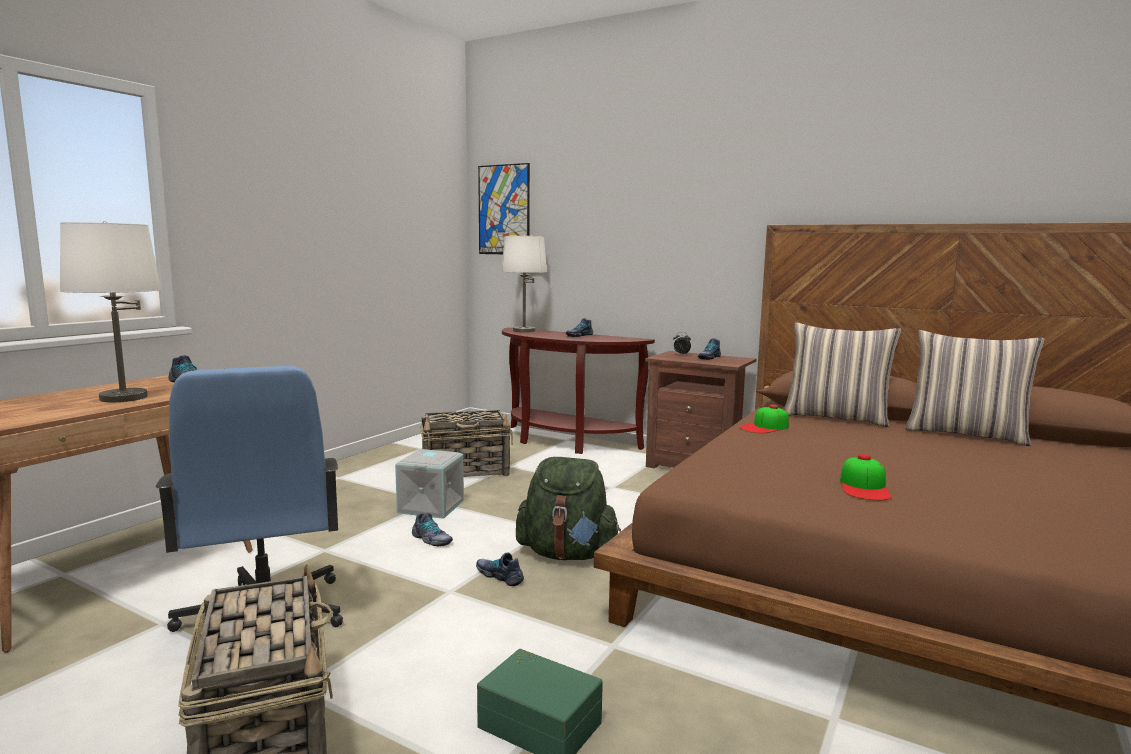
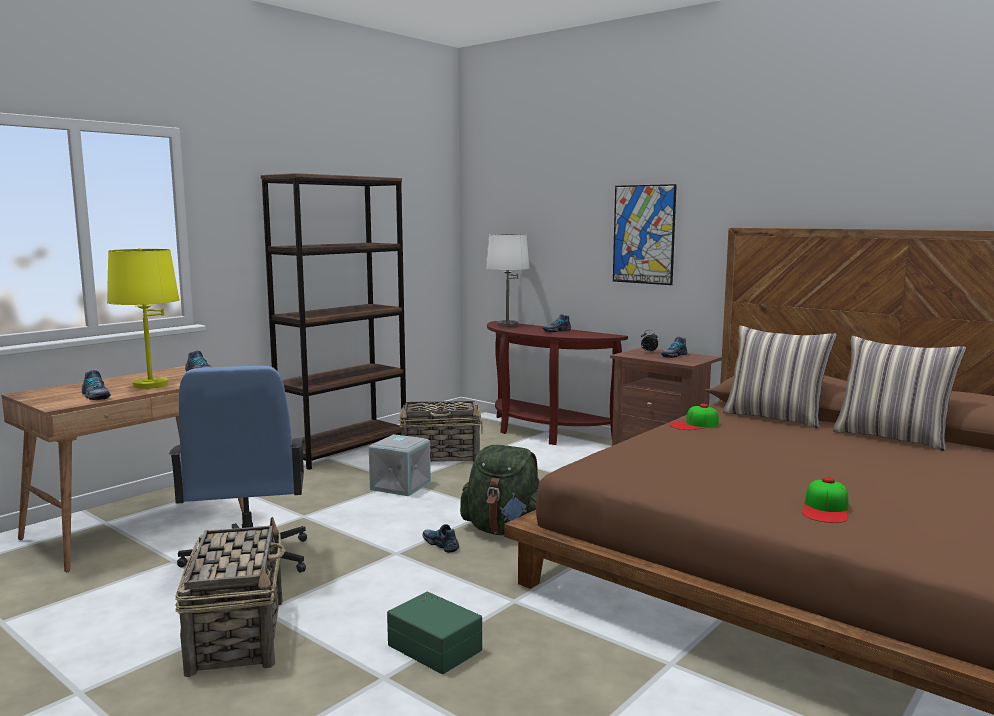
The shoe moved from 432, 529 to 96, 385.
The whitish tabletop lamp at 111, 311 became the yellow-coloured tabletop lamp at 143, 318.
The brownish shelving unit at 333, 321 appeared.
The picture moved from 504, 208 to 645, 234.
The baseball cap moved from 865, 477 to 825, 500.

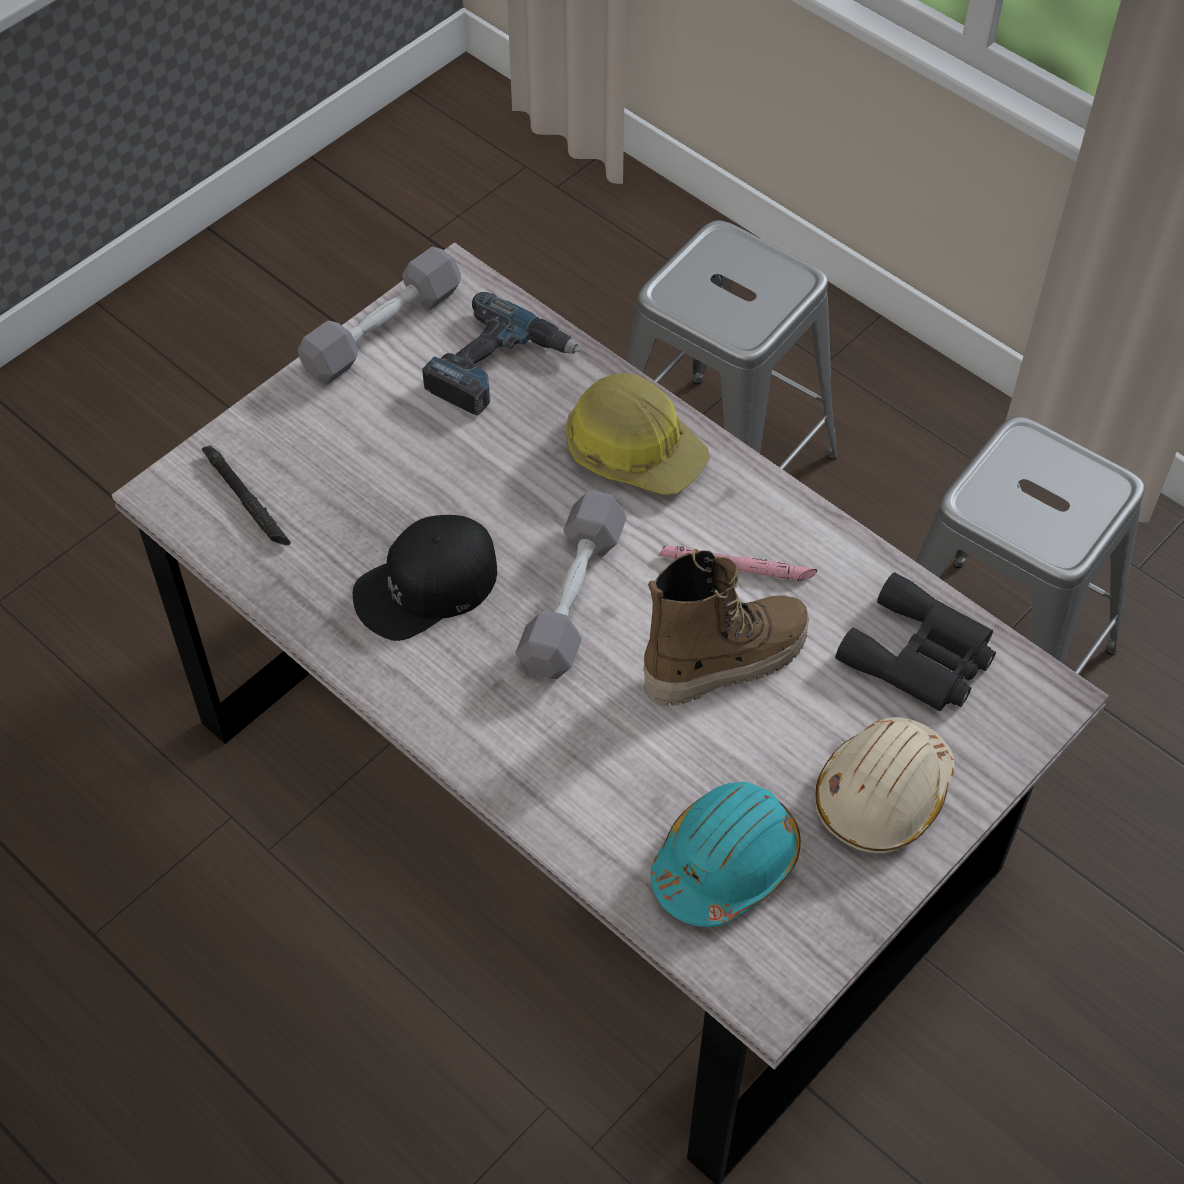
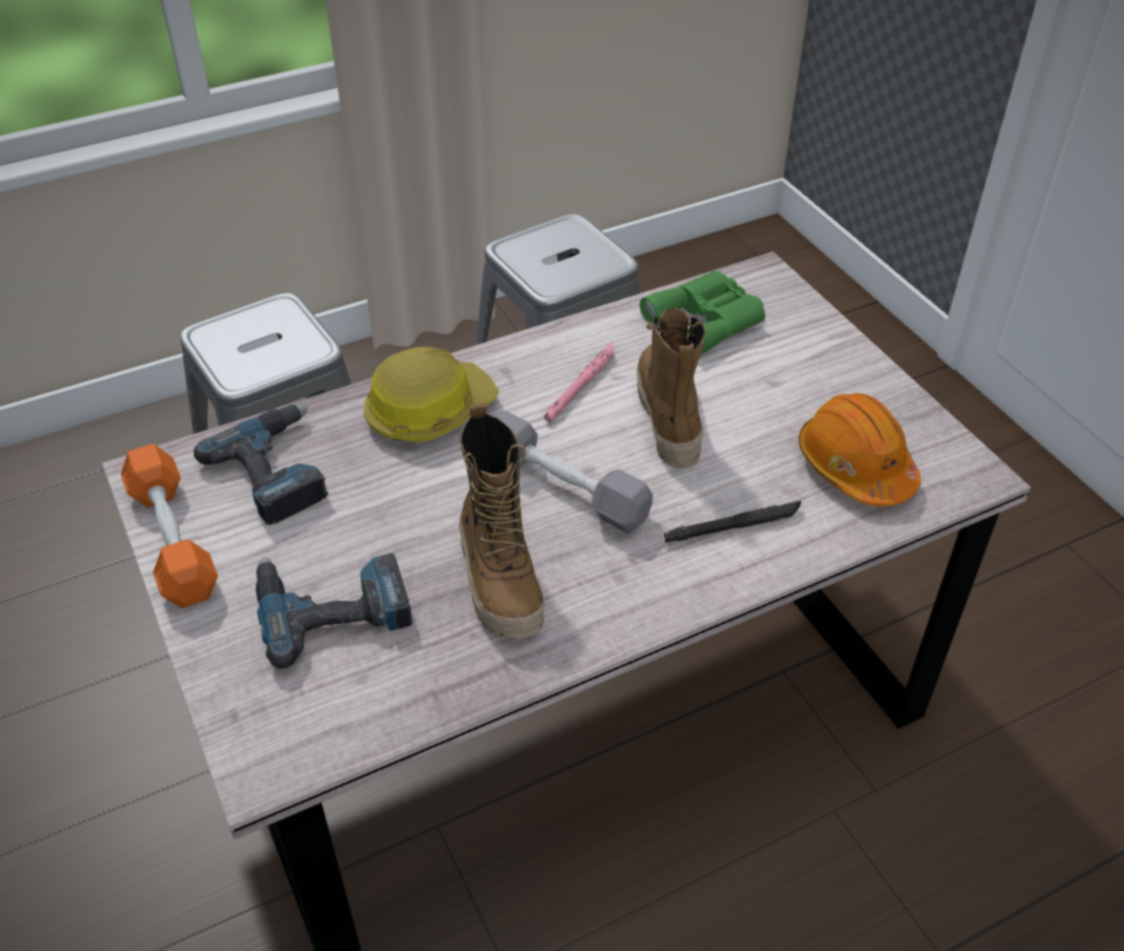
The gray hand weight at 379, 316 became the orange hand weight at 169, 526.
The drill at 334, 611 appeared.
The black-coloured baseball cap at 425, 578 was replaced by the boot at 501, 521.
The black-coloured binoculars at 916, 641 became the green binoculars at 702, 312.
The black-coloured flashlight moved from 246, 495 to 732, 522.
The blue-green hard hat at 725, 854 became the orange hard hat at 860, 449.
The beige hard hat at 885, 785 disappeared.

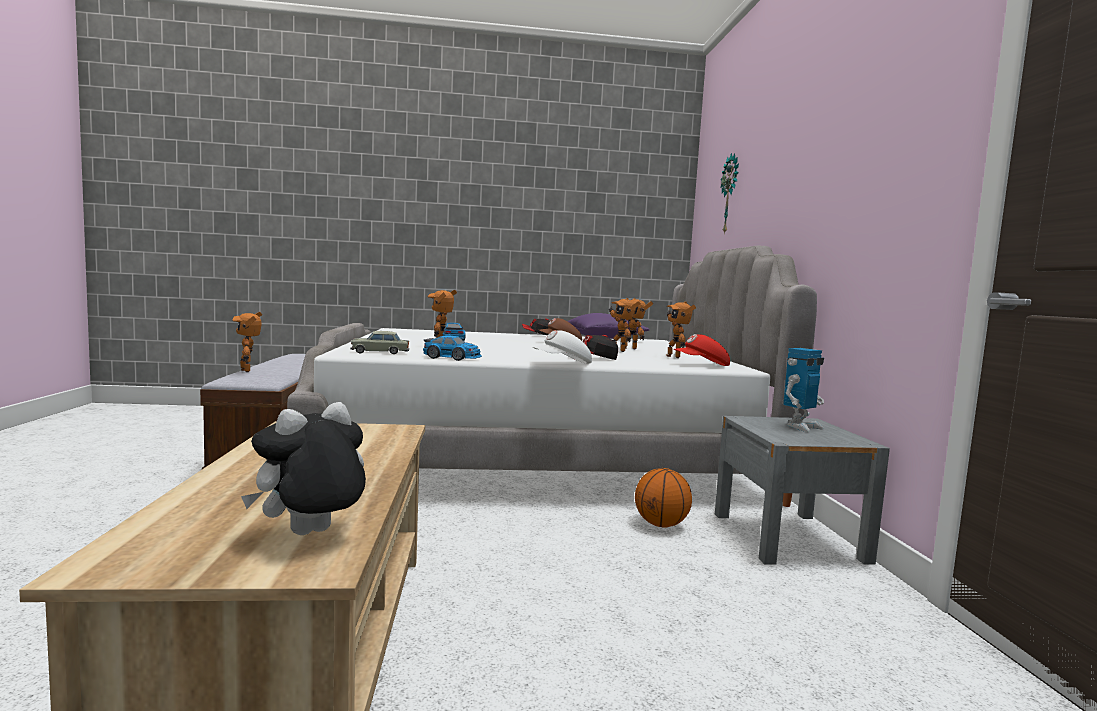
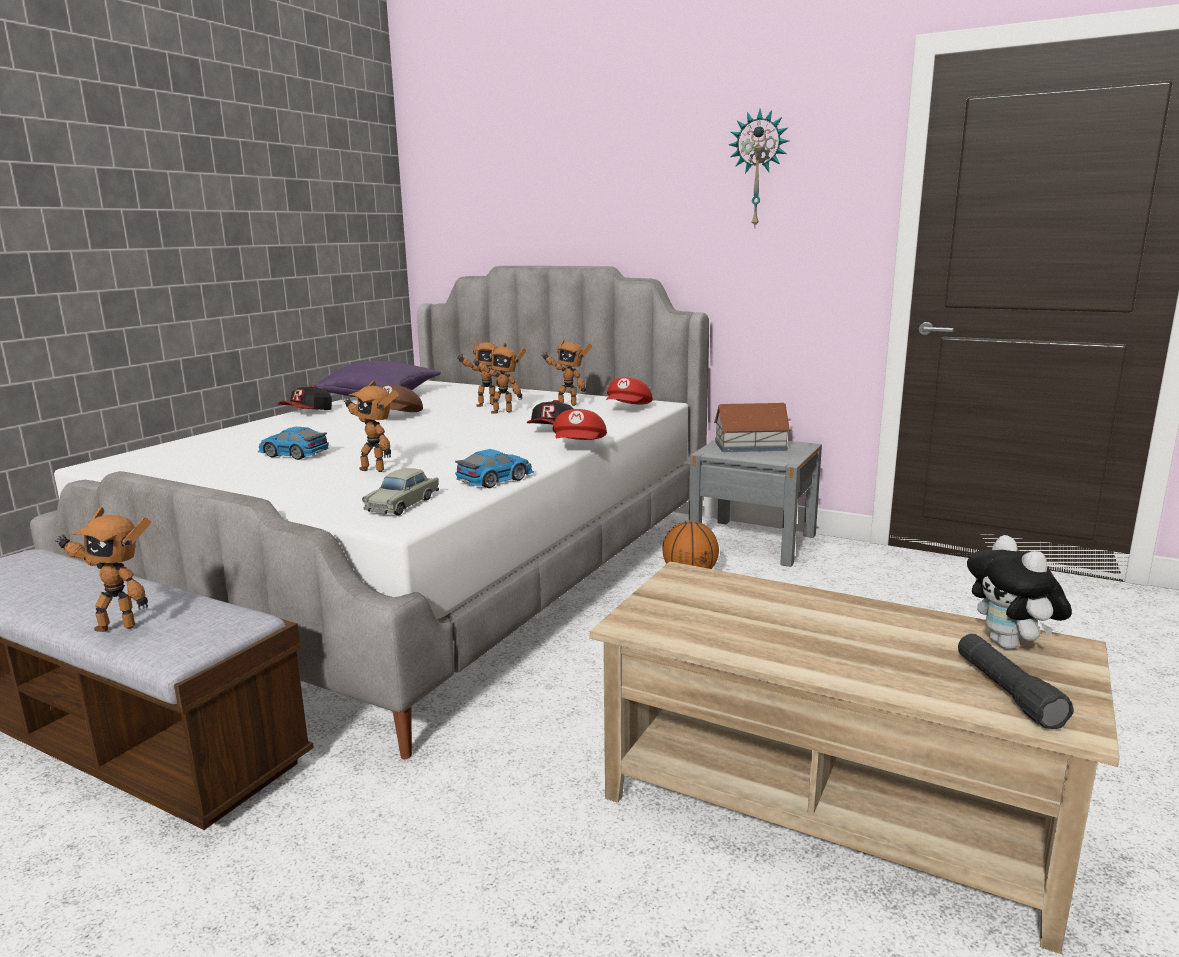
The whitish baseball cap at 562, 347 became the reddish baseball cap at 580, 424.
The model robot at 803, 390 was replaced by the toy house at 752, 427.
The wall clock moved from 730, 194 to 759, 169.
The black-coloured flashlight at 1016, 681 appeared.

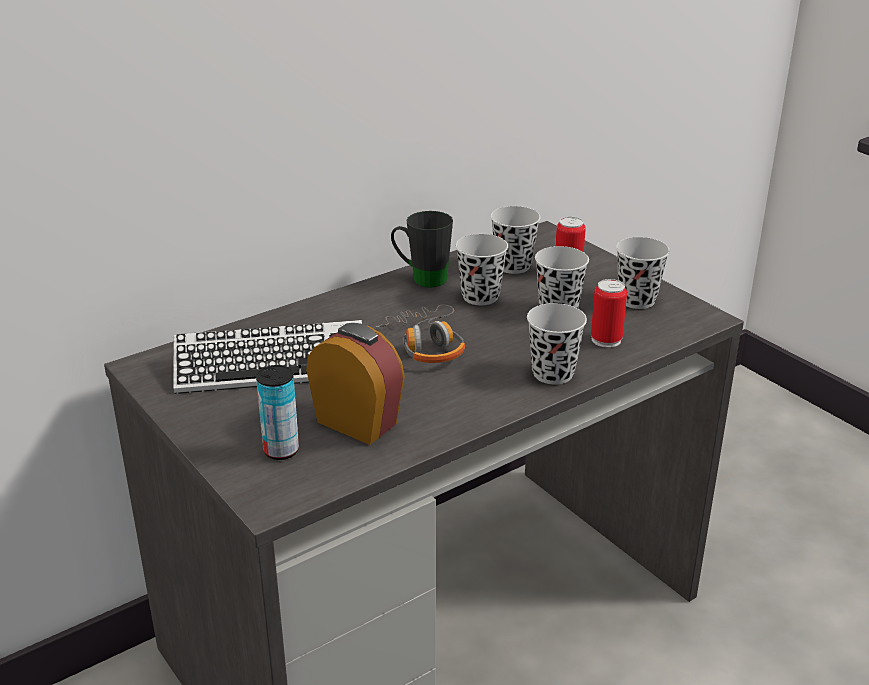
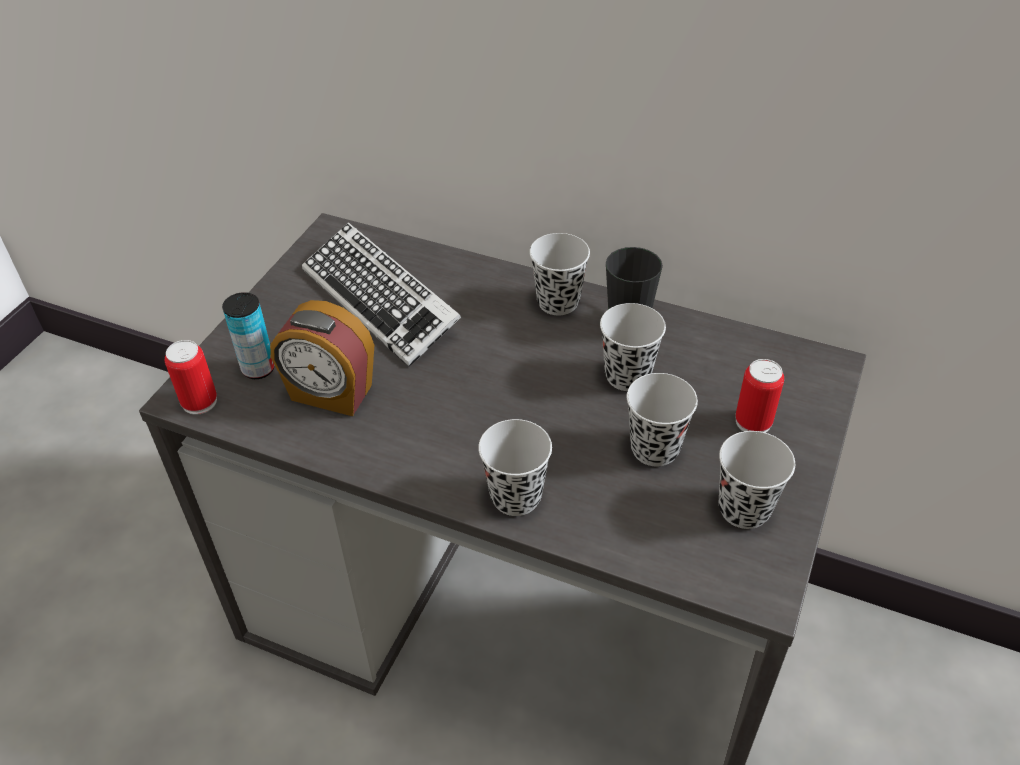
The can moved from 609, 313 to 191, 377.
The alarm clock at 355, 384 turned 105 degrees clockwise.
The black-coloured drinking cup moved from 515, 240 to 559, 274.
The headset at 420, 334 disappeared.

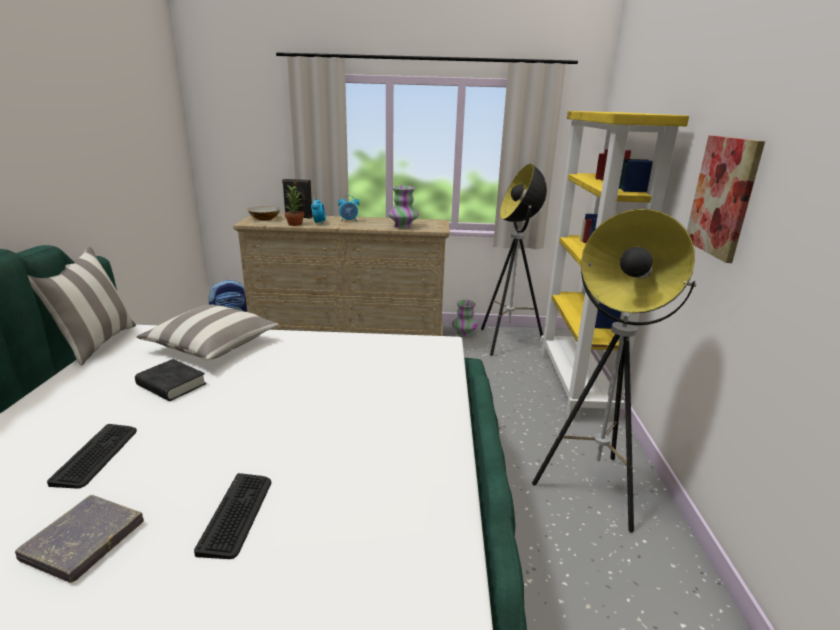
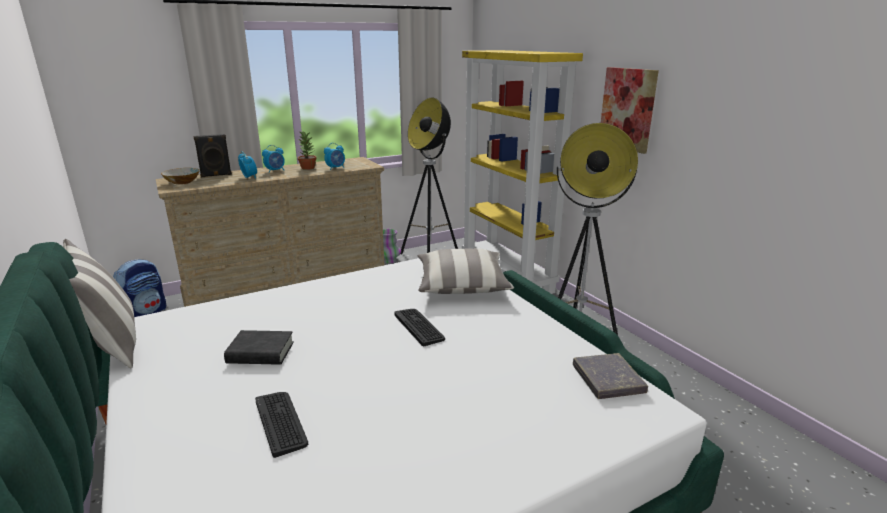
The plant in a pot moved from 295, 205 to 307, 150.
The flower vase at 403, 207 was replaced by the alarm clock at 334, 156.
The keyboard moved from 232, 516 to 420, 328.
The cushion moved from 207, 332 to 465, 271.
The gray volume moved from 79, 539 to 610, 376.

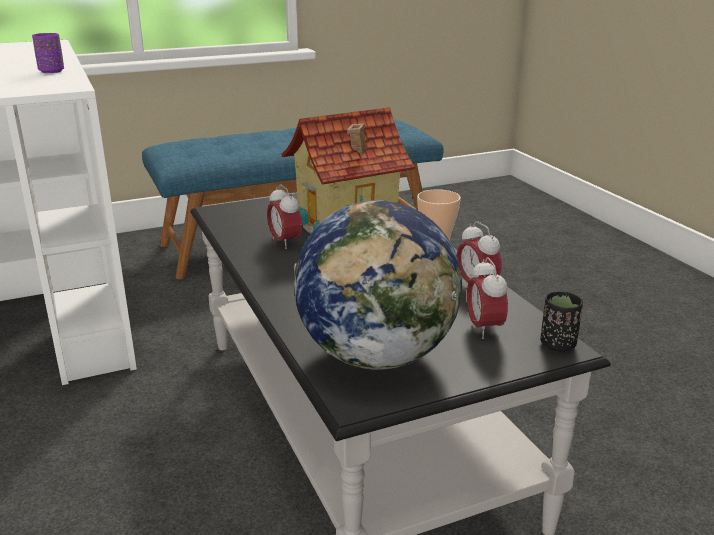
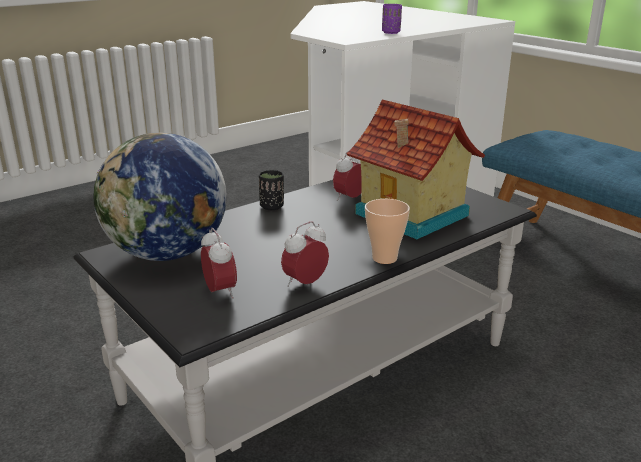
The alarm clock at 487, 298 turned 90 degrees clockwise.
The black-coloured drinking cup moved from 561, 321 to 271, 190.

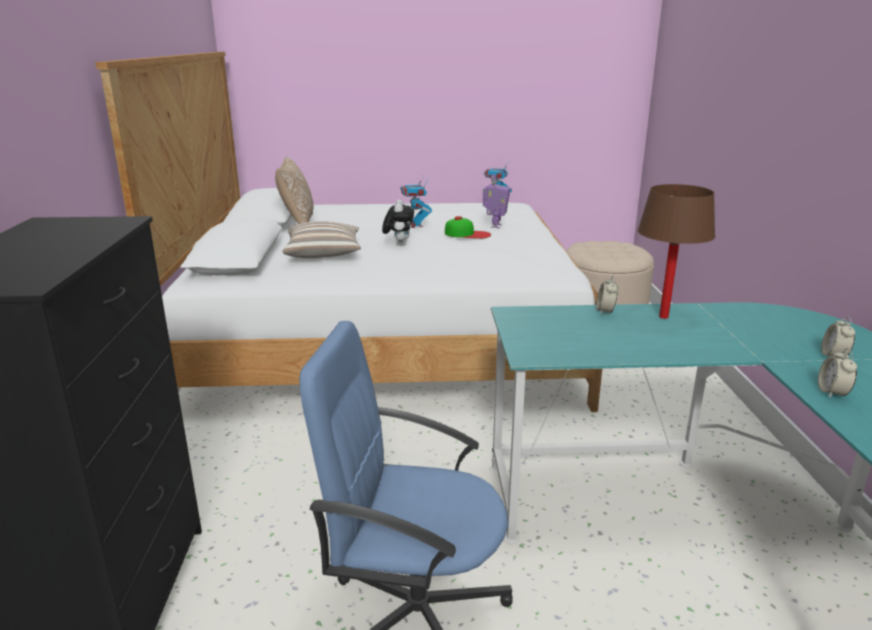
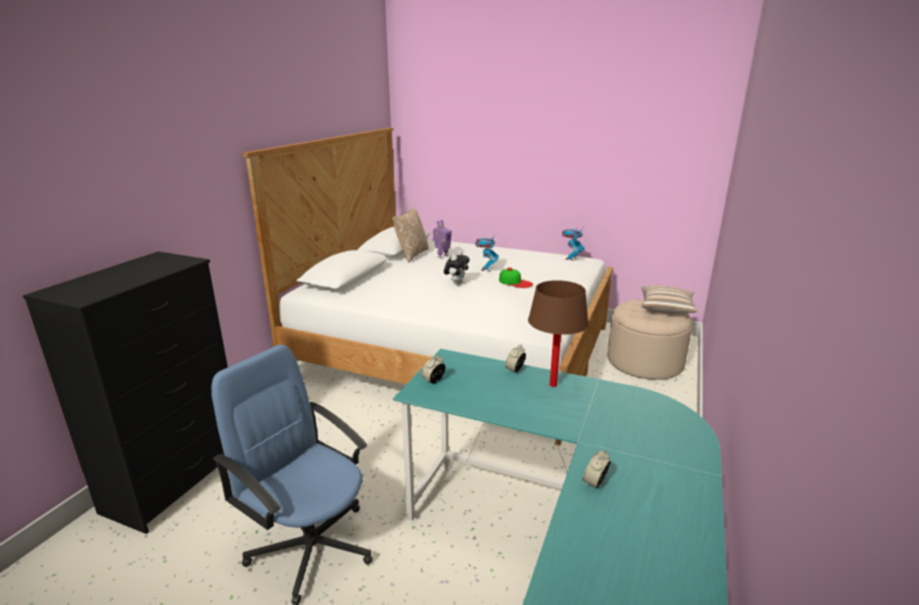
The alarm clock moved from 838, 337 to 433, 369.
The model robot moved from 496, 201 to 442, 239.
The cushion moved from 321, 239 to 669, 299.

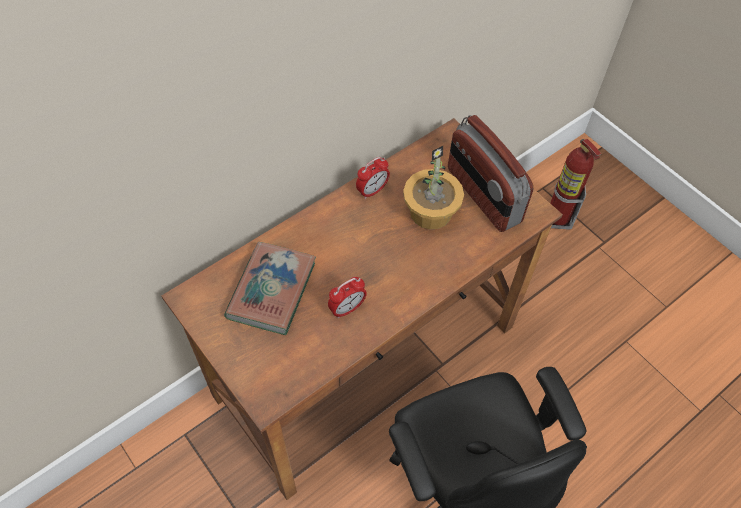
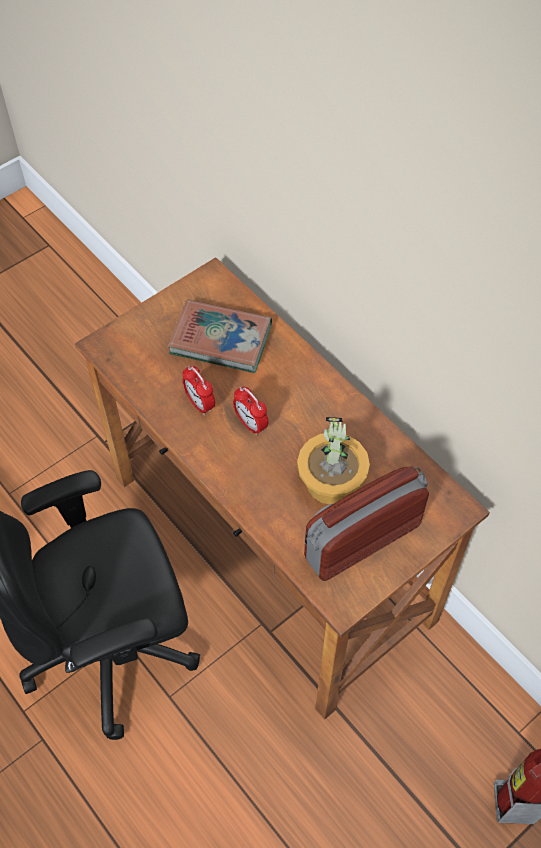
The alarm clock moved from 373, 178 to 251, 411.

